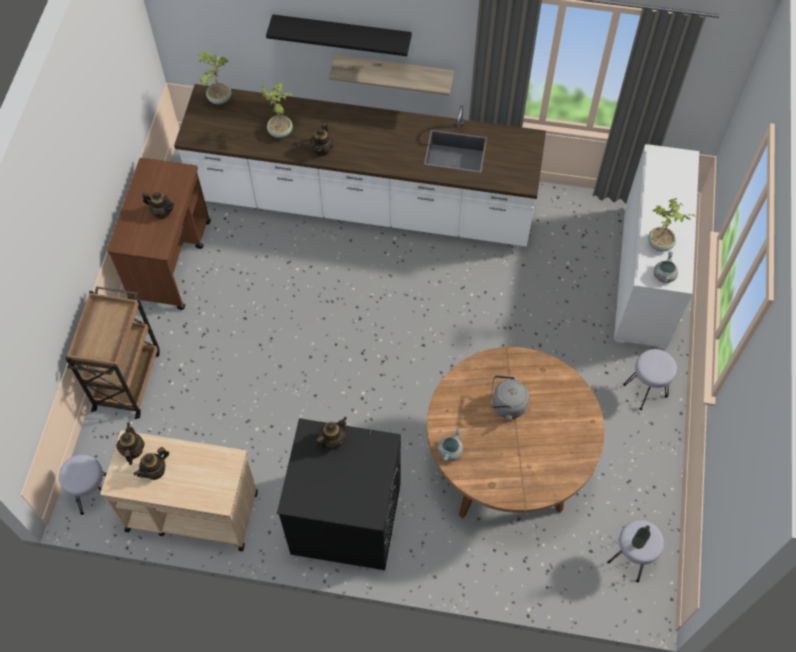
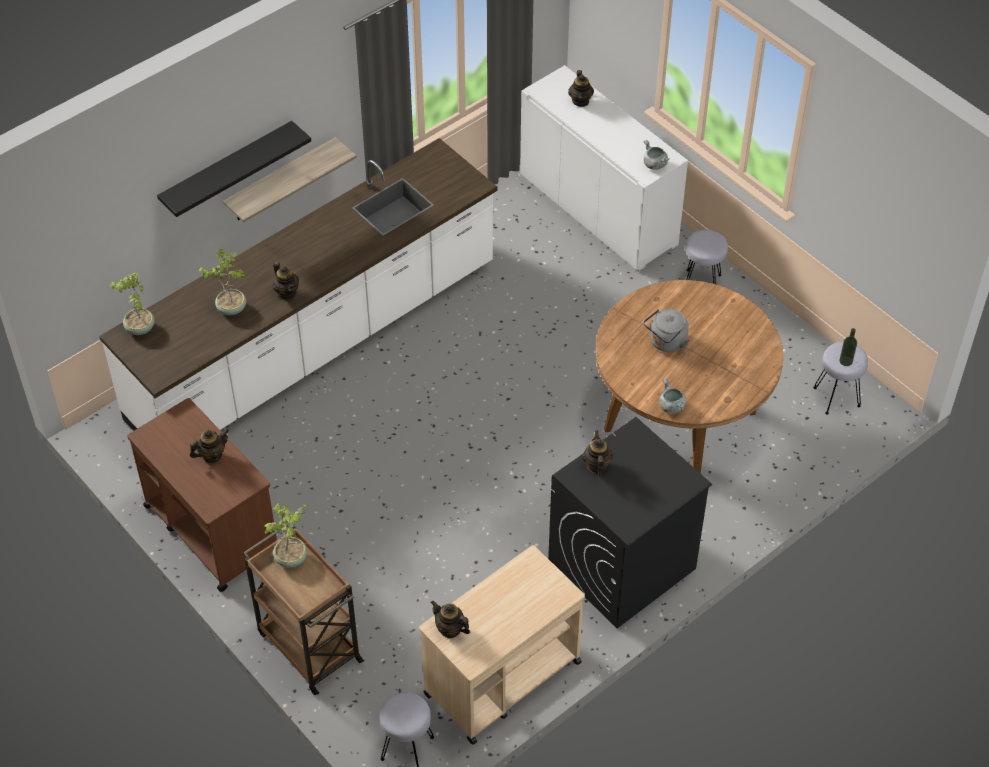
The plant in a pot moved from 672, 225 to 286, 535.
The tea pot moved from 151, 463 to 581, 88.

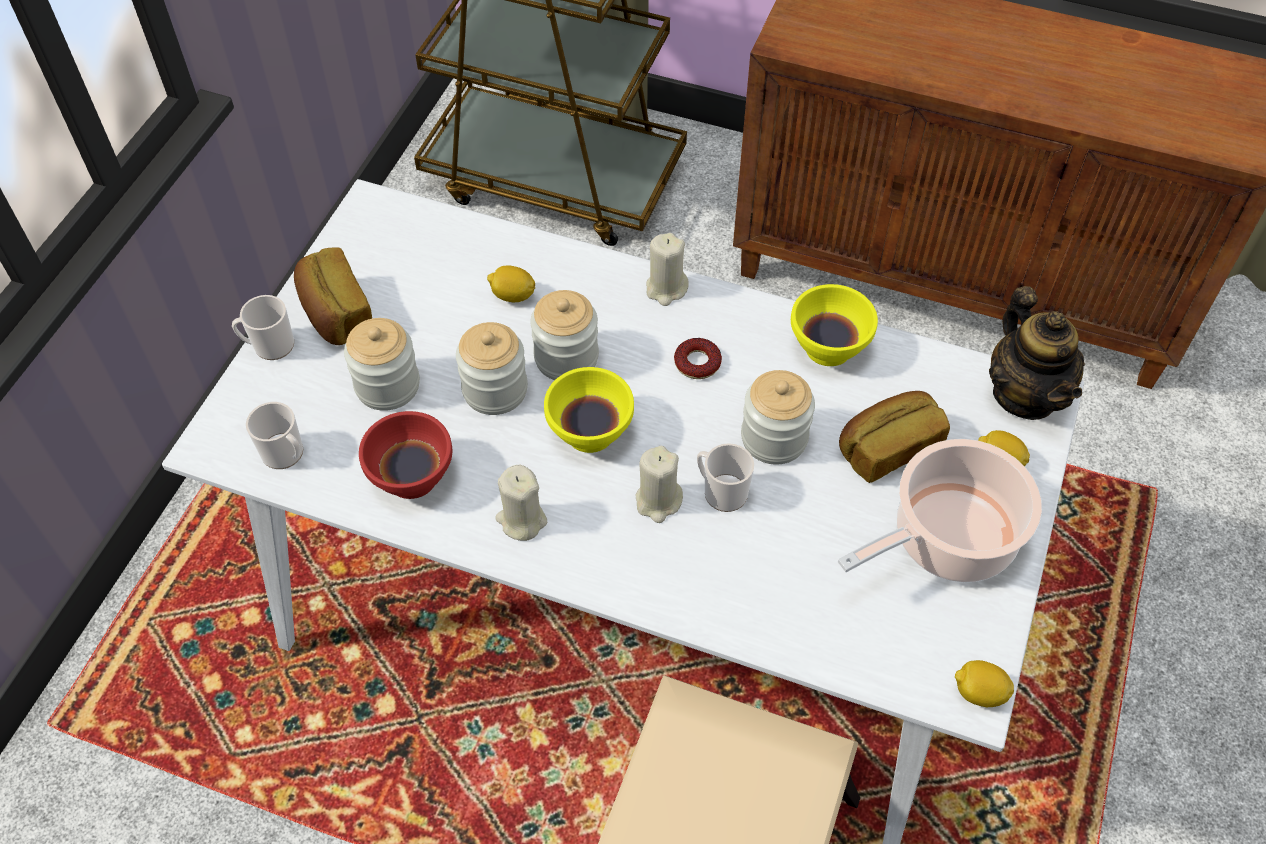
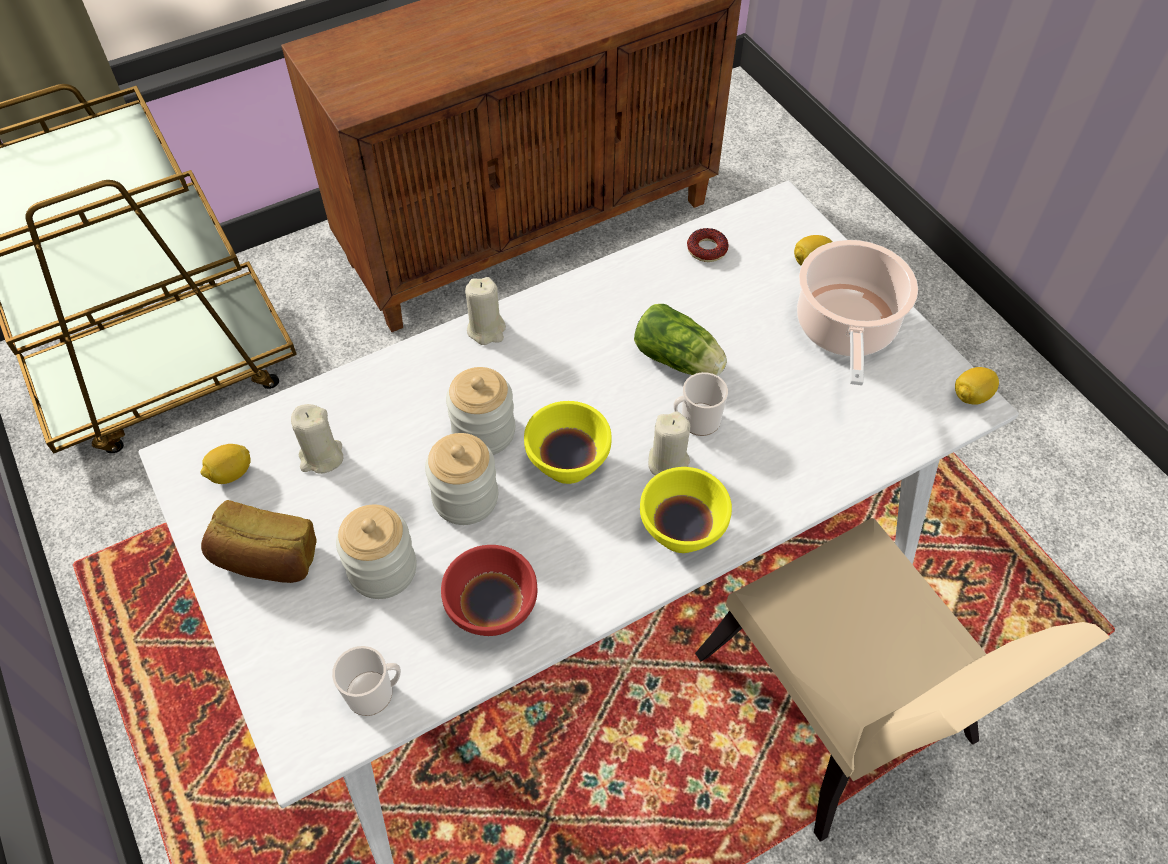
The whole lemon moved from 511, 283 to 225, 464.
The beige wax light moved from 521, 503 to 317, 439.
The storage jar at 778, 417 was replaced by the lettuce at 680, 340.
The yellow-coloured deep dish moved from 834, 325 to 686, 510.
The donut moved from 698, 358 to 707, 245.
The coffee mug at 263, 327 disappeared.
The bakery bread at 894, 437 disappeared.
The tea pot at 1037, 353 disappeared.

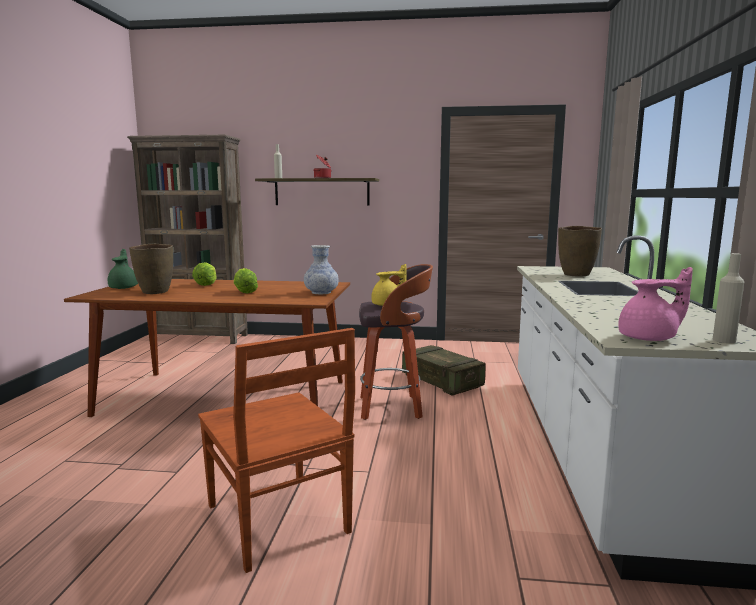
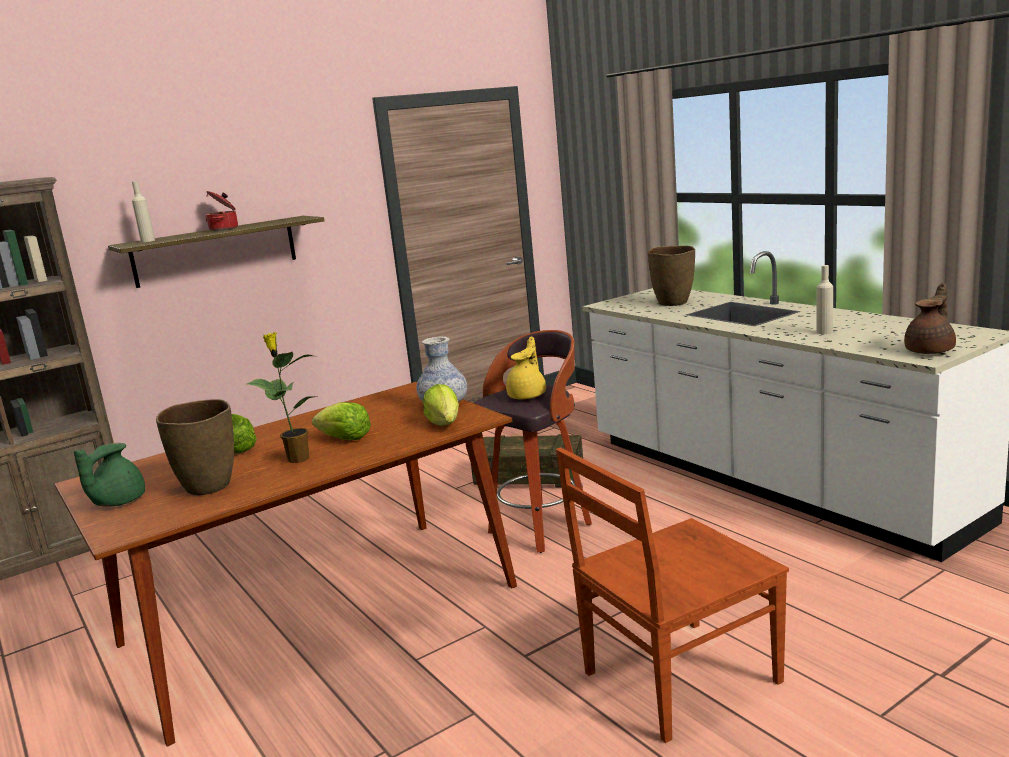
The green tea pot at 123, 269 turned 105 degrees counterclockwise.
The plant in a pot at 282, 397 appeared.
The lettuce at 441, 405 appeared.
The brownish chair at 276, 450 turned 135 degrees clockwise.
The beige beverage bottle moved from 728, 298 to 824, 299.
The pinkish tea pot at 655, 304 became the brownish tea pot at 930, 318.

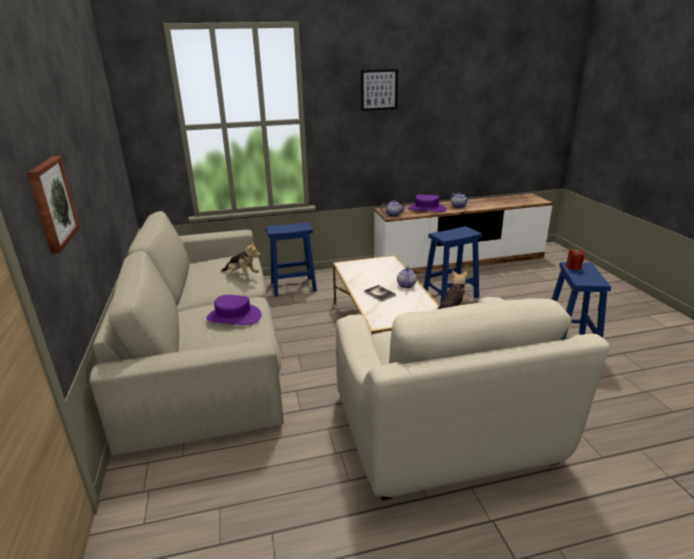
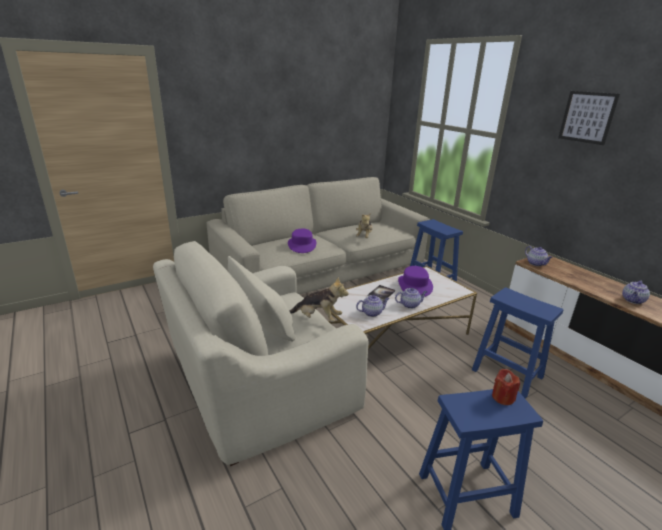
The tea pot at 372, 306 appeared.
The purplish clothing hat moved from 427, 203 to 415, 281.
The picture at 53, 205 disappeared.

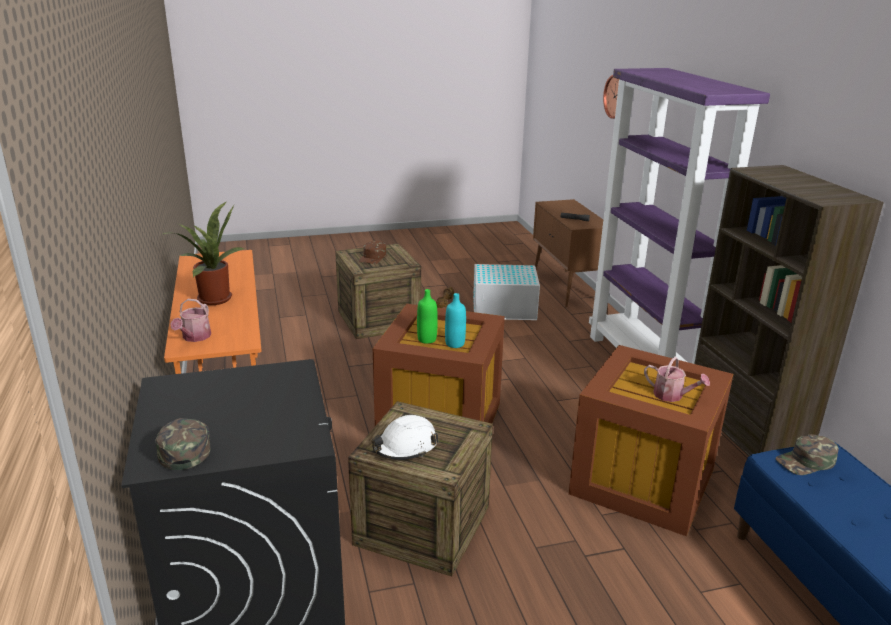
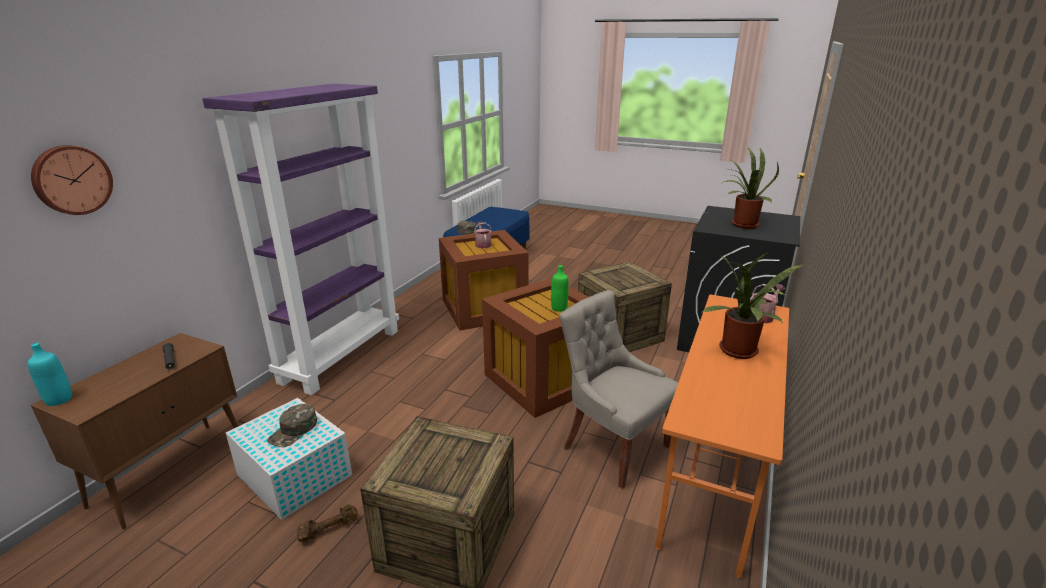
The blue-green beverage bottle moved from 455, 320 to 50, 374.
The green baseball cap moved from 183, 444 to 292, 425.
The gray chair at 618, 389 appeared.
The plant in a pot at 750, 188 appeared.
The brownish baseball cap at 372, 252 disappeared.
The whitish hard hat at 405, 437 disappeared.
The brownish shelving unit at 789, 310 disappeared.

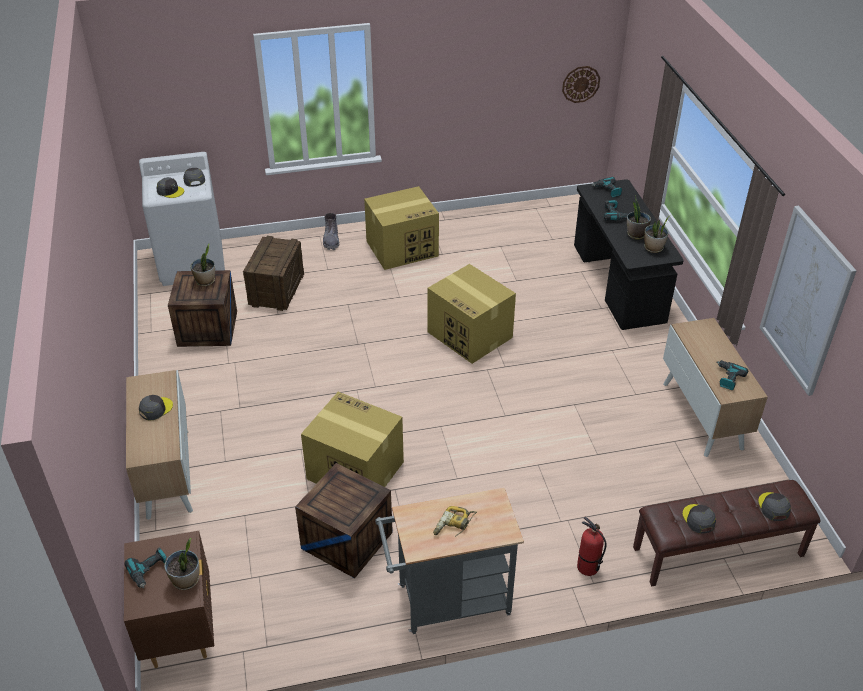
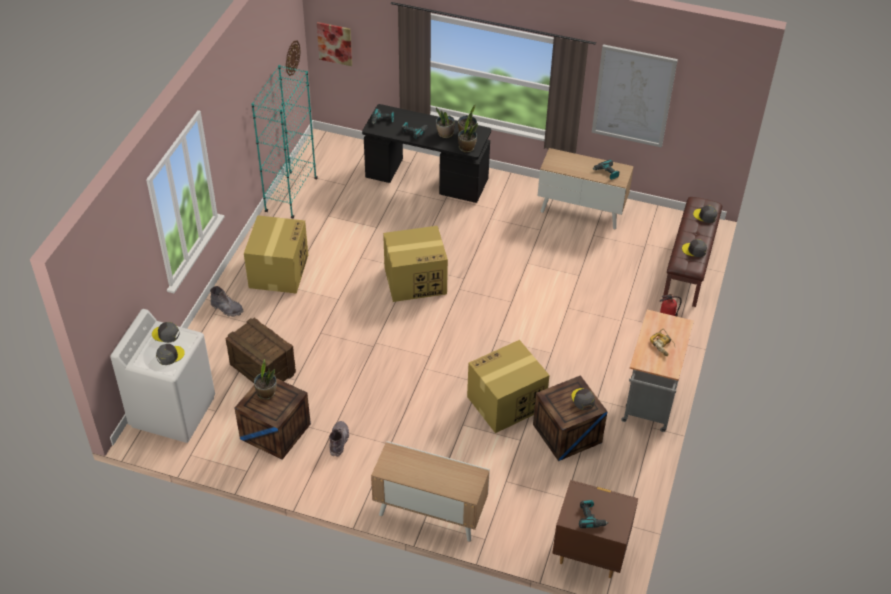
The blue-green shelving unit at 284, 142 appeared.
The picture at 334, 44 appeared.
The gray boot at 339, 439 appeared.
The plant in a pot moved from 182, 564 to 468, 133.
The gray baseball cap moved from 156, 408 to 583, 399.

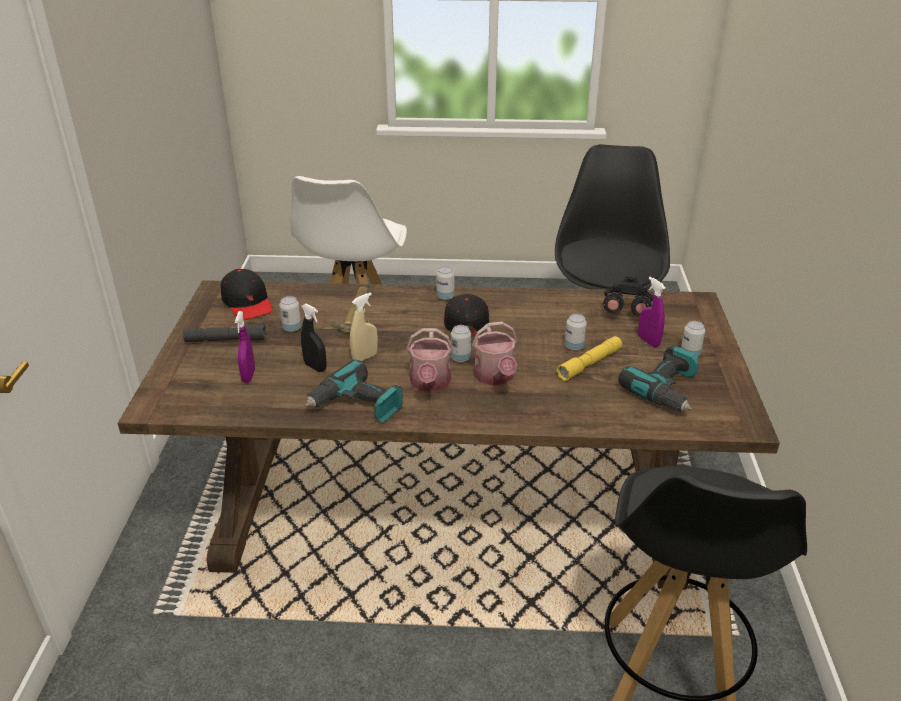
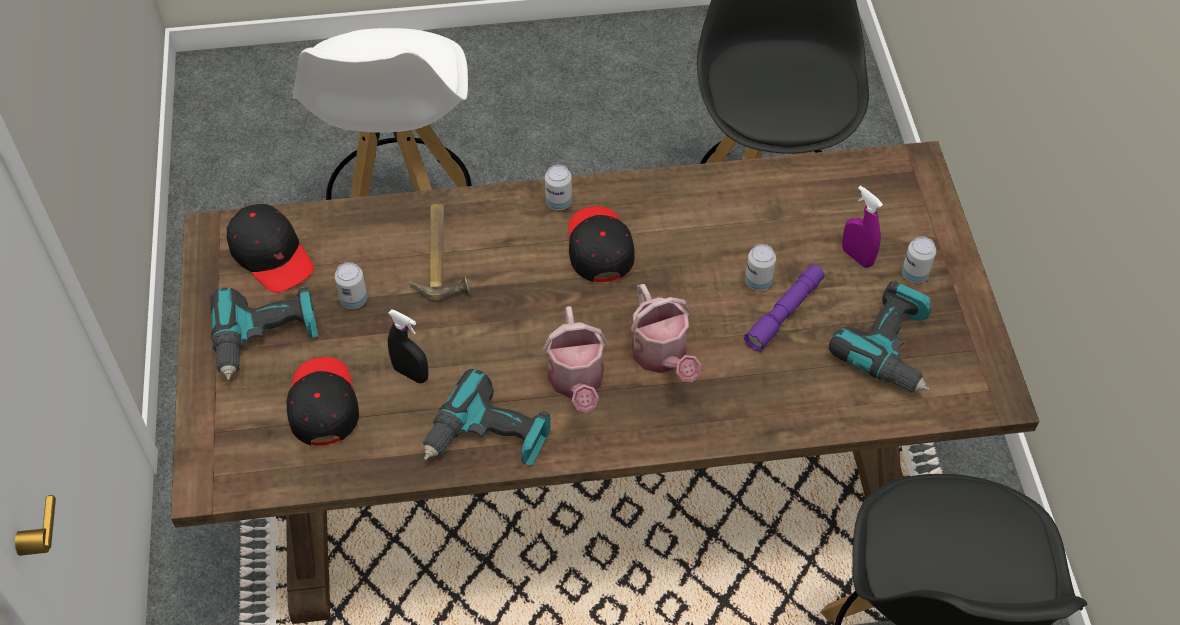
The gray flashlight at 224, 333 was replaced by the drill at 264, 333.
The purplish spray bottle at 245, 347 was replaced by the black-coloured baseball cap at 323, 401.
The yellow-coloured flashlight at 589, 358 became the purplish flashlight at 784, 308.
The beige spray bottle at 364, 326 disappeared.
The can at 461, 343 disappeared.
The black-coloured binoculars at 628, 296 disappeared.

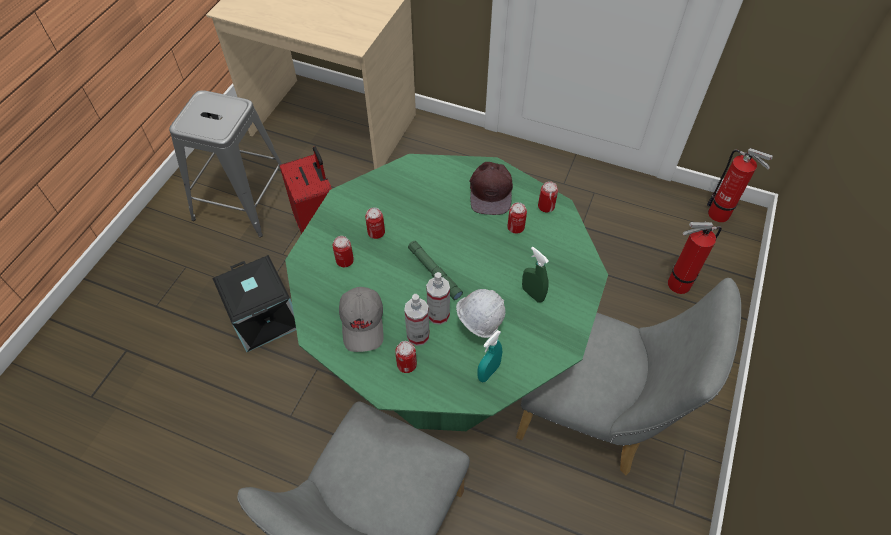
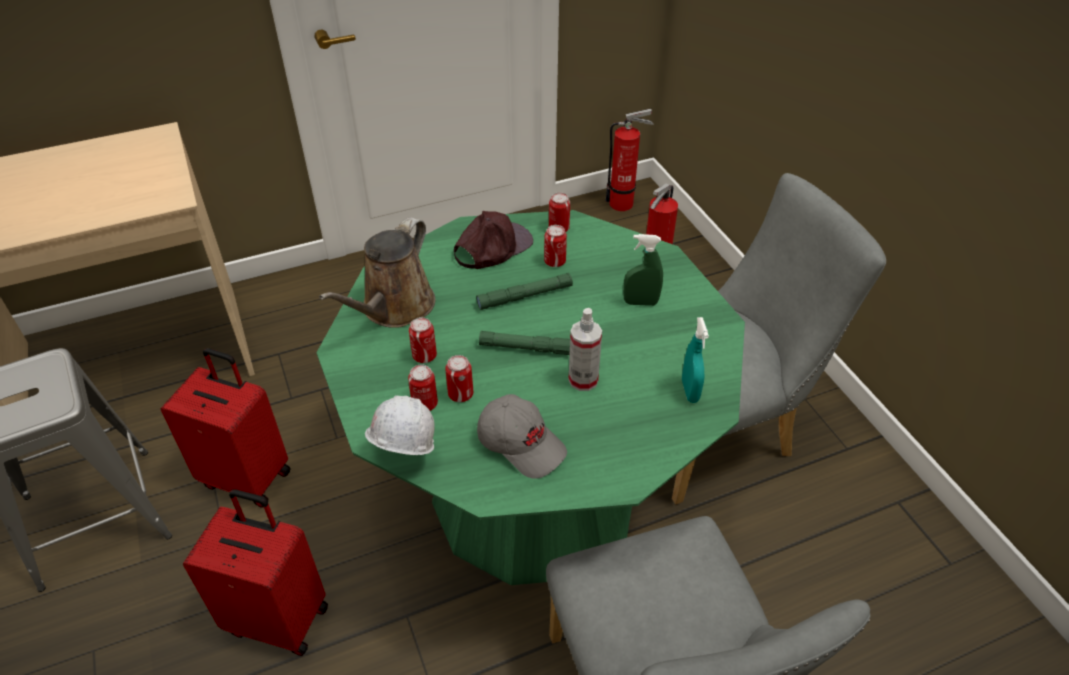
The black-coloured storage bin at 254, 303 was replaced by the reddish suitcase at 255, 572.
The brownish watering pot at 377, 272 appeared.
The whitish hard hat moved from 481, 313 to 400, 425.
The can moved from 406, 357 to 459, 378.
The brownish baseball cap at 491, 188 turned 90 degrees counterclockwise.
The green flashlight at 524, 291 appeared.
The spray bottle at 417, 320 disappeared.

